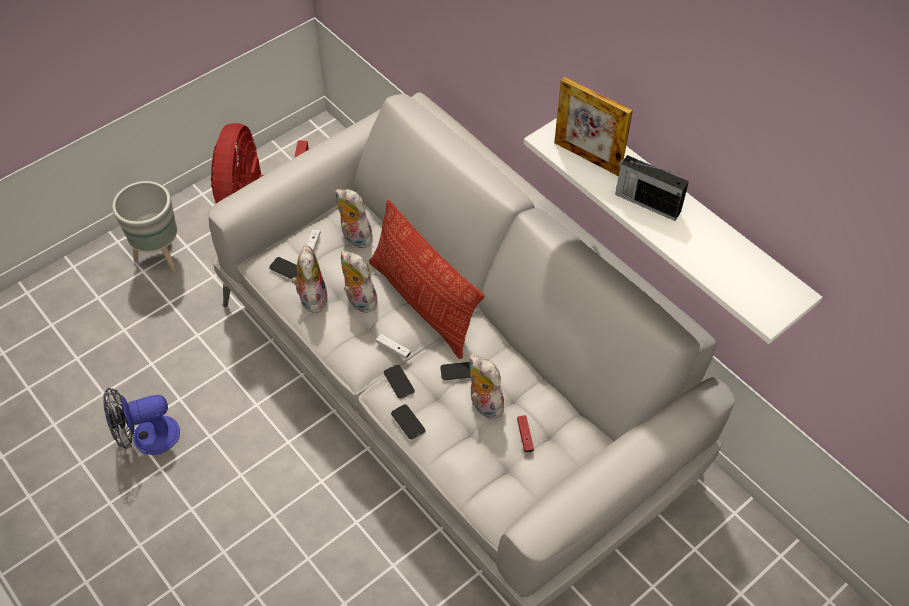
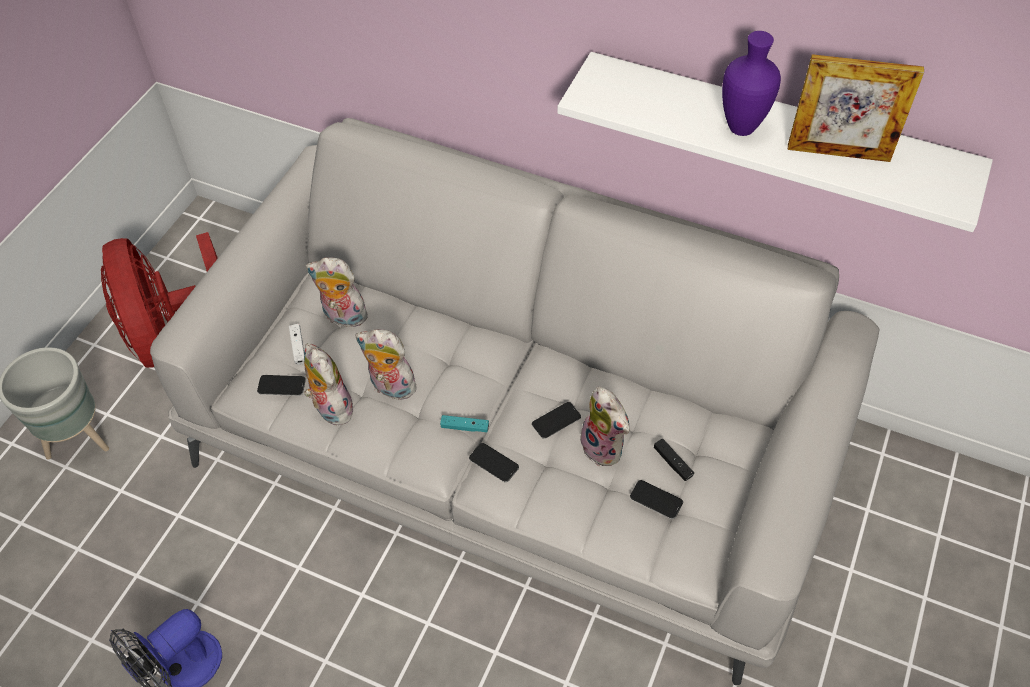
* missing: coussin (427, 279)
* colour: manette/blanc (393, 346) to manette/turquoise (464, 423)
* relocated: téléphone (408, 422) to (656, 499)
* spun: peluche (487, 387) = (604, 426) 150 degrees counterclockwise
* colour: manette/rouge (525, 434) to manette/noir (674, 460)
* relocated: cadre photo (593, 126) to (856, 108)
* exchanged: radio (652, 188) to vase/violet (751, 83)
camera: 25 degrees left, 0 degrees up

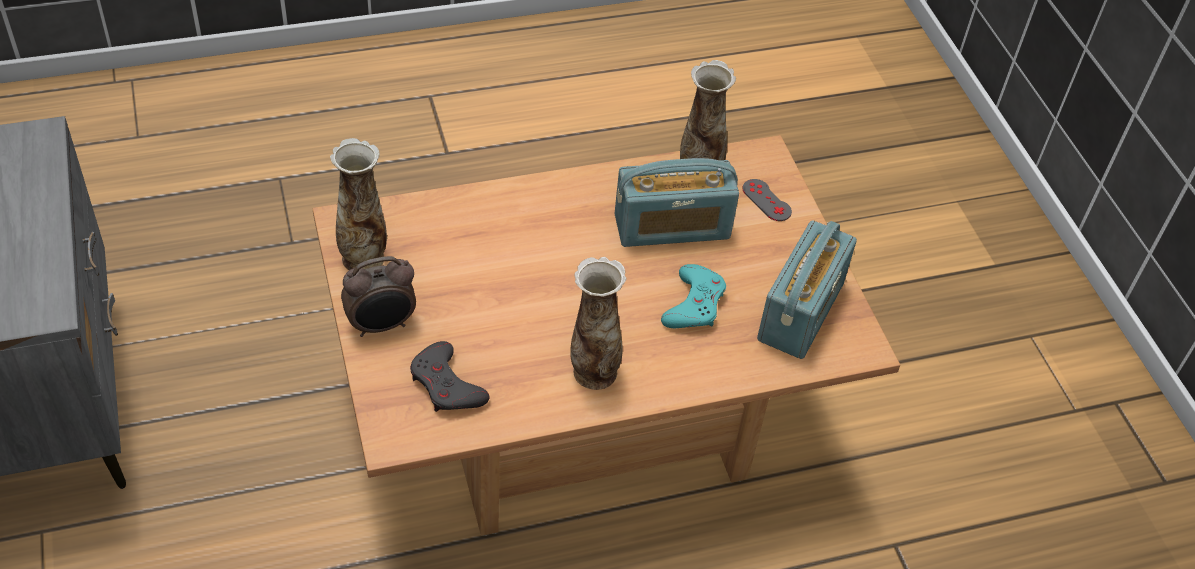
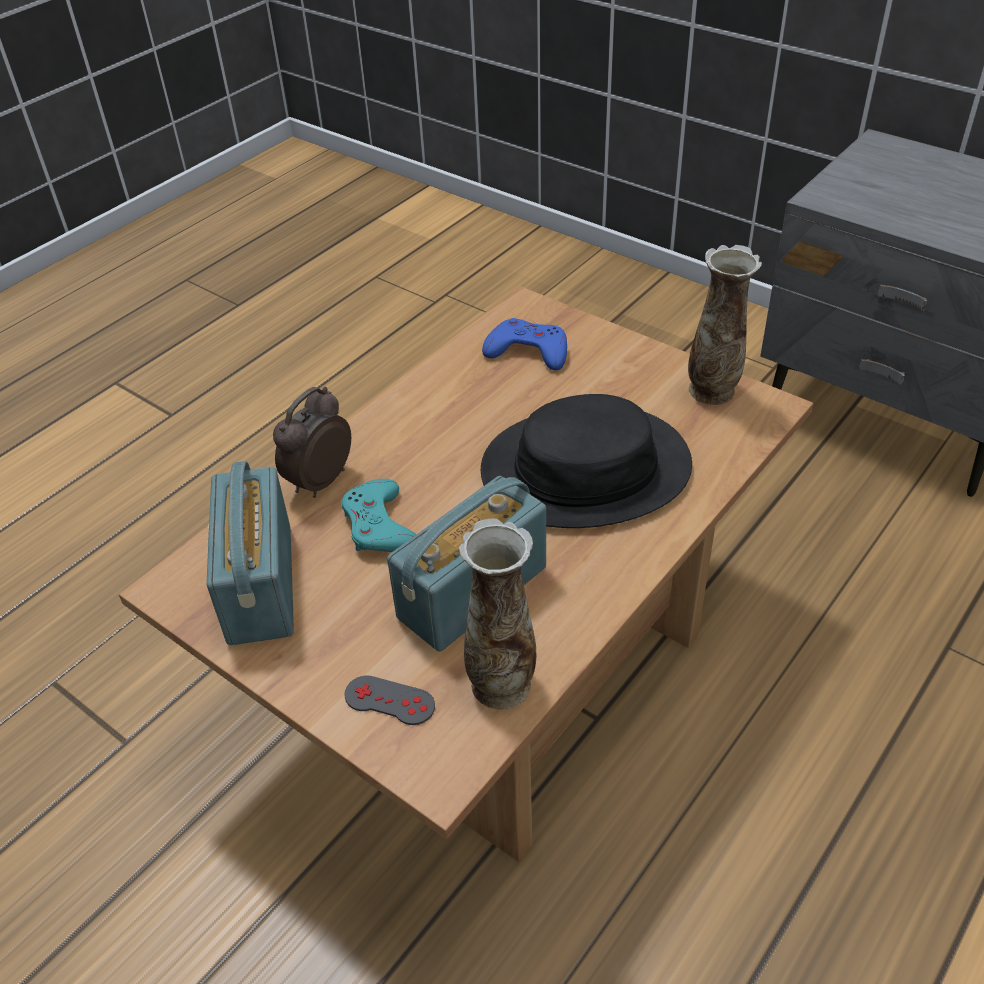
* relocated: réveil (378, 296) to (312, 442)
* colour: manette/gris (450, 376) to manette/bleu (524, 344)
* missing: vase (598, 323)
* appeared: chapeau/noir (586, 461)
camera: 150 degrees right, 5 degrees down

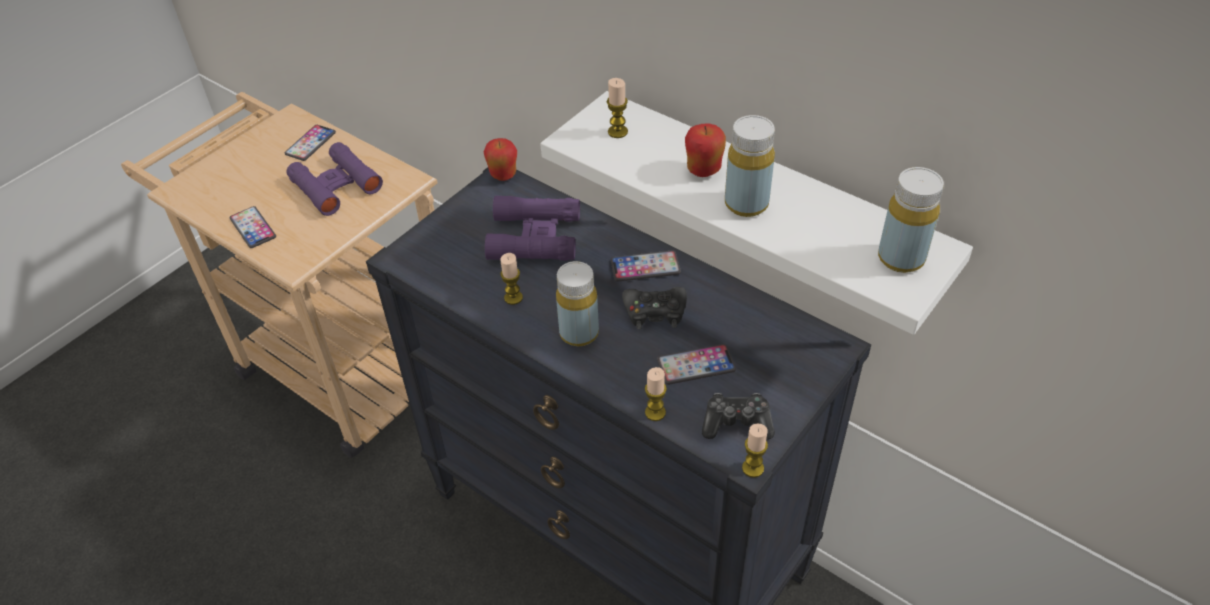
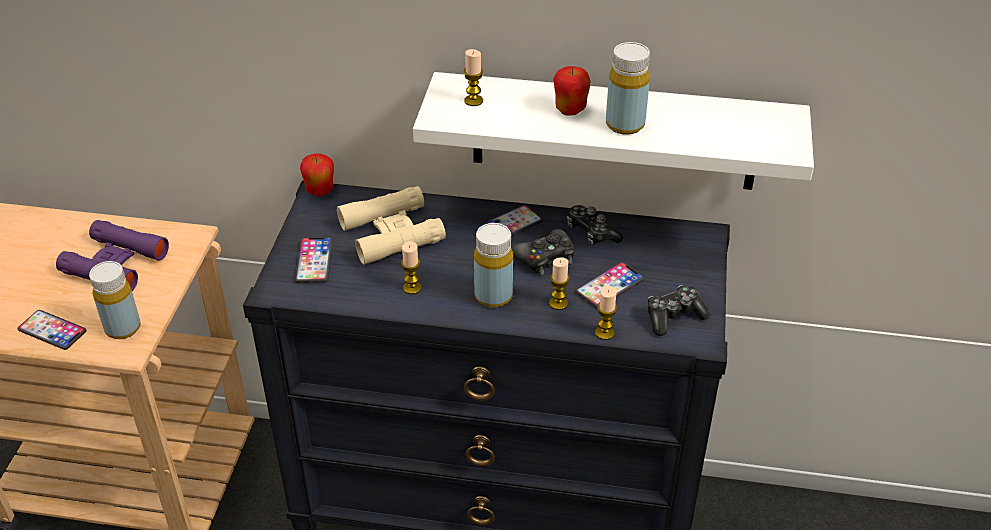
* relocated: téléphone (310, 143) to (314, 260)
* colour: jumelles/violet (532, 228) to jumelles/beige (391, 225)
* relocated: bougie (755, 451) to (559, 283)
* relocated: bouteille/jaune (911, 220) to (115, 300)
* appeared: manette (595, 225)
camera: 30 degrees left, 5 degrees down

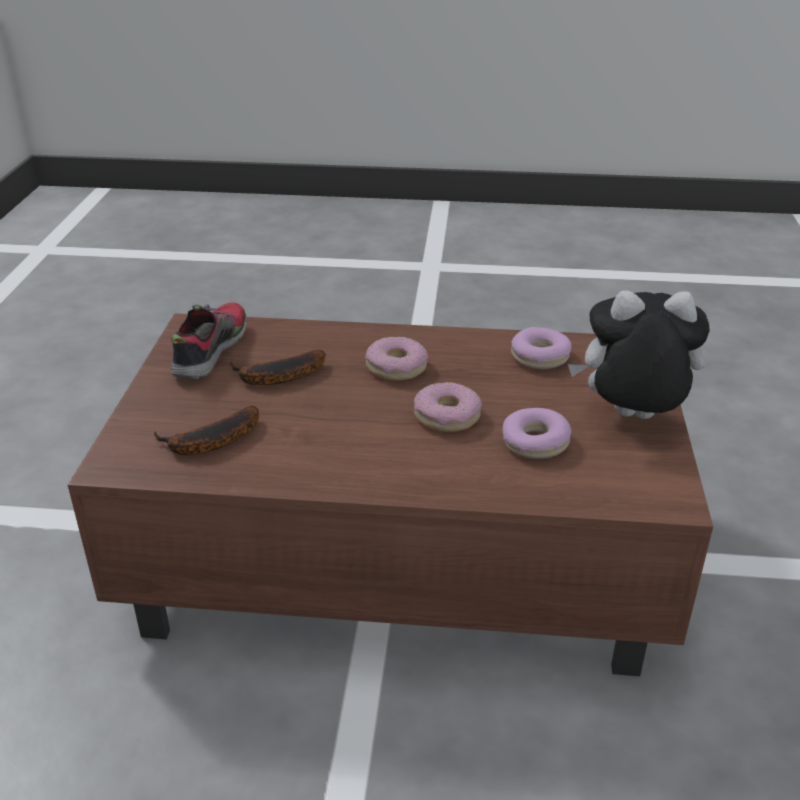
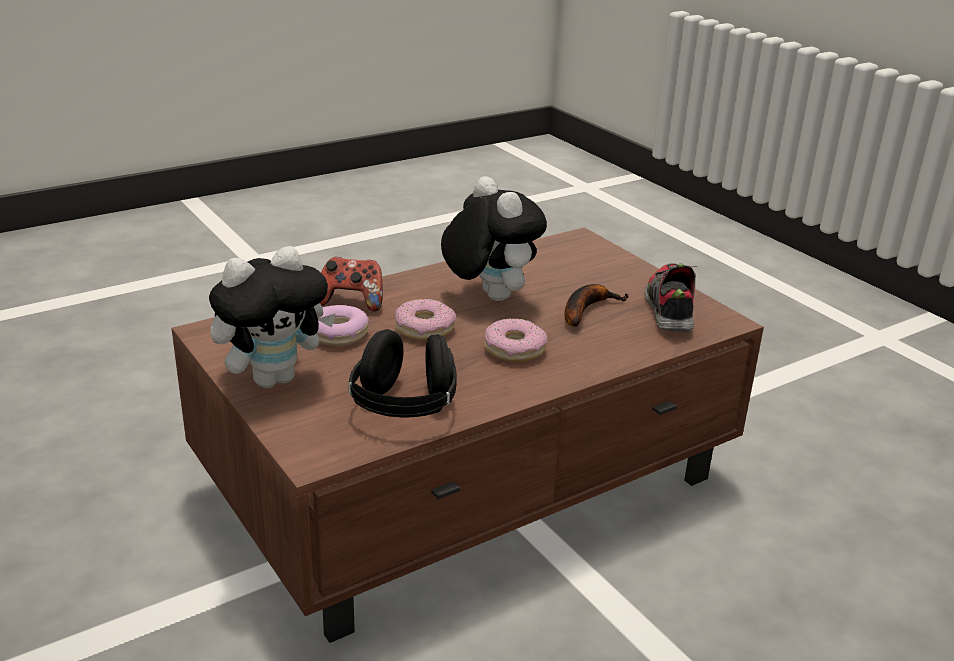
* missing: banane (206, 430)
* spun: chaussure (209, 341) = (671, 297) 150 degrees counterclockwise
* exchanged: beignet (541, 348) to casque audio/noir (403, 373)
* appeared: manette (351, 284)
* appeared: peluche (494, 238)
camera: 140 degrees right, 5 degrees down

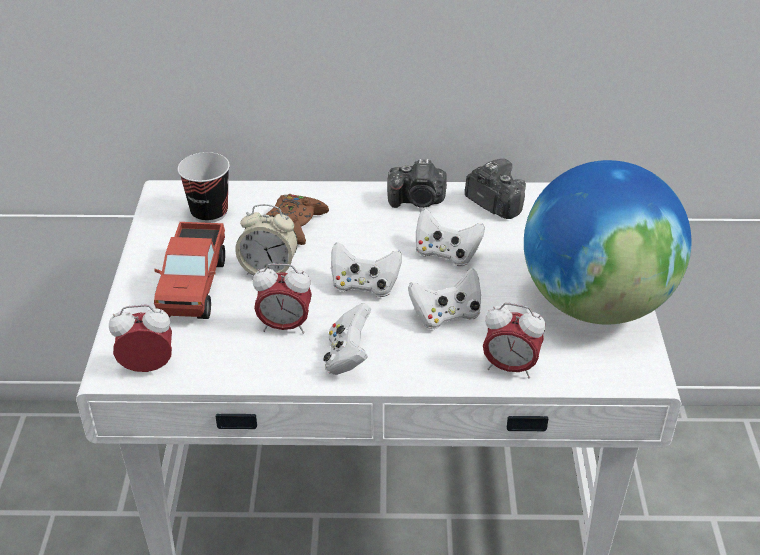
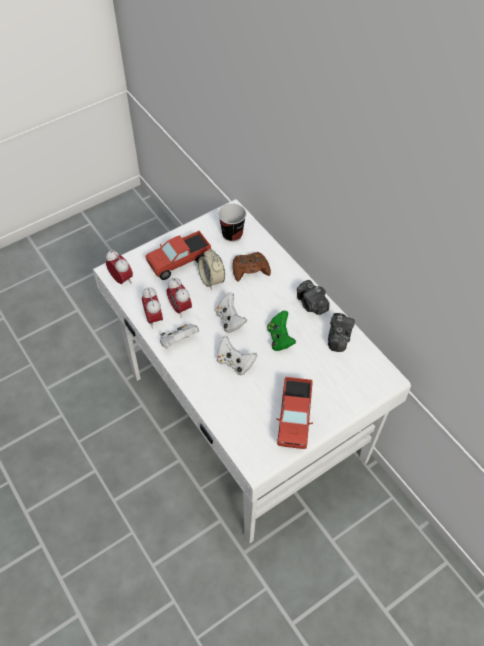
* colour: manette/blanc (450, 237) to manette/vert (281, 331)
* relocated: réveil (514, 341) to (152, 308)
* exchanged: globe (608, 242) to camion jouet (294, 413)
camera: 55 degrees right, 15 degrees up

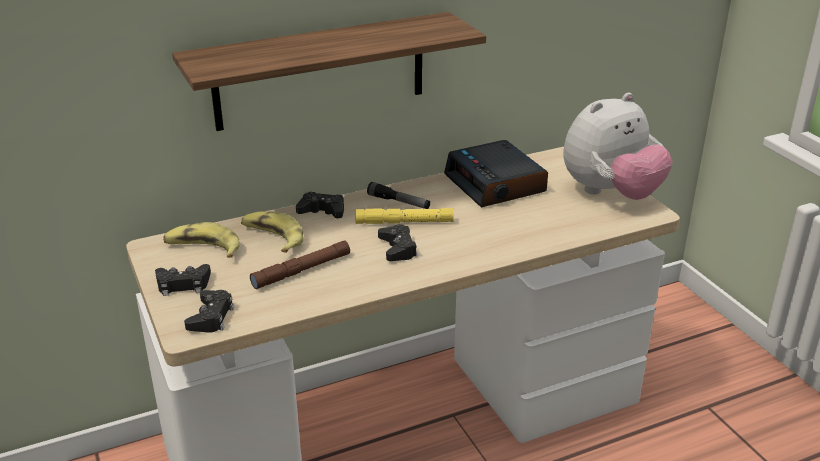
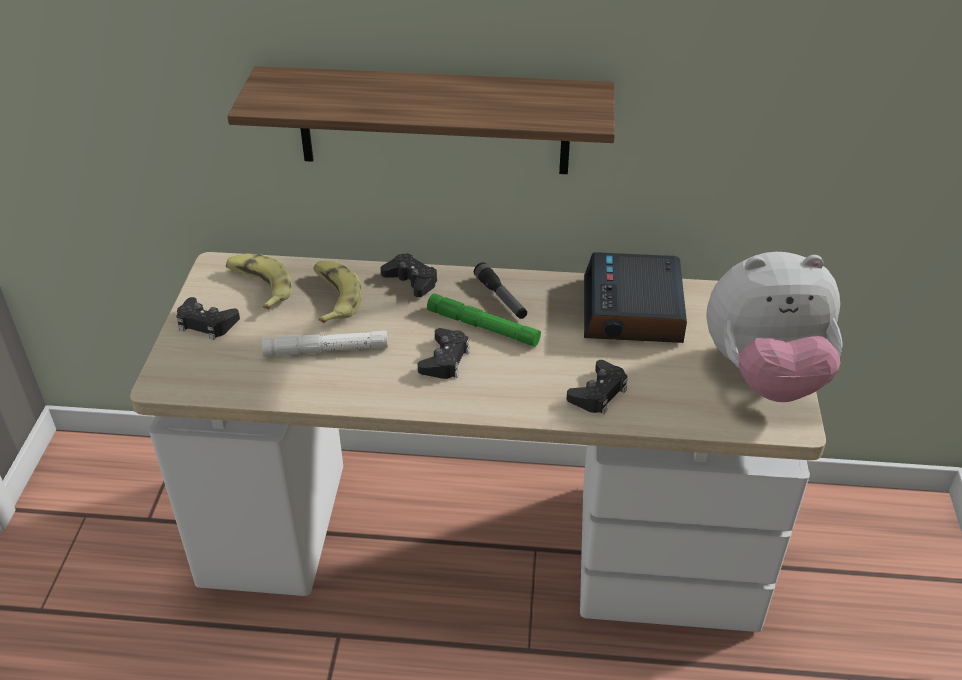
* relocated: manette/noir (209, 311) to (597, 387)
* colour: lampe de poche/marron (300, 264) to lampe de poche/blanc (325, 344)
* colour: lampe de poche/jaune (404, 216) to lampe de poche/vert (484, 320)
camera: 30 degrees right, 10 degrees up

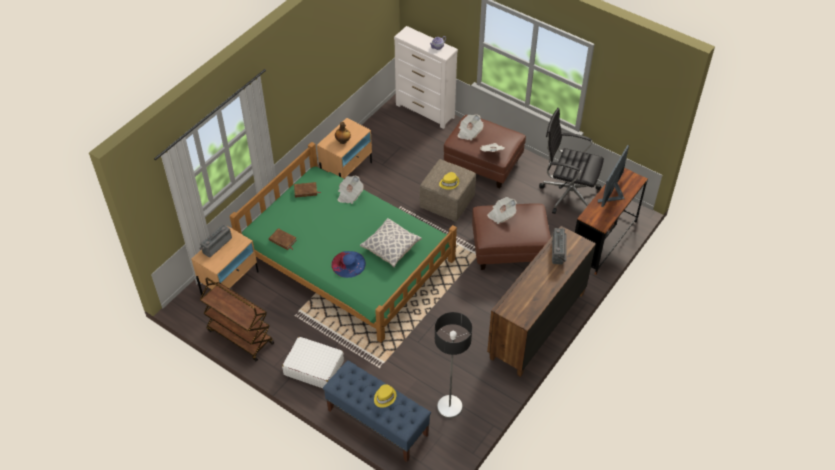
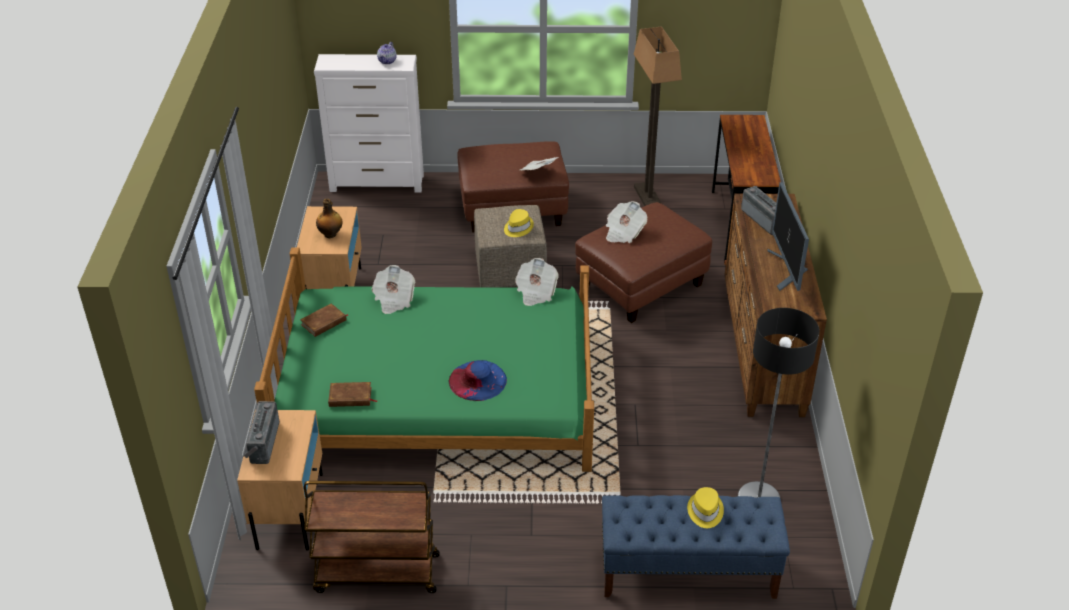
* missing: valise/blanc (313, 362)
* missing: coussin (391, 242)
* relocated: journal (471, 127) to (537, 282)
* exchanged: chaise de bureau/noir (571, 161) to lampadaire (658, 116)
* relocated: écran d'ordinateur (613, 176) to (788, 236)
camera: 35 degrees left, 10 degrees down

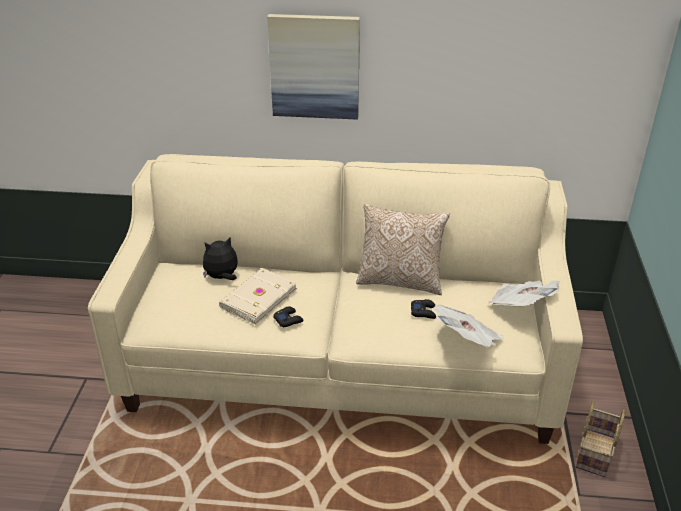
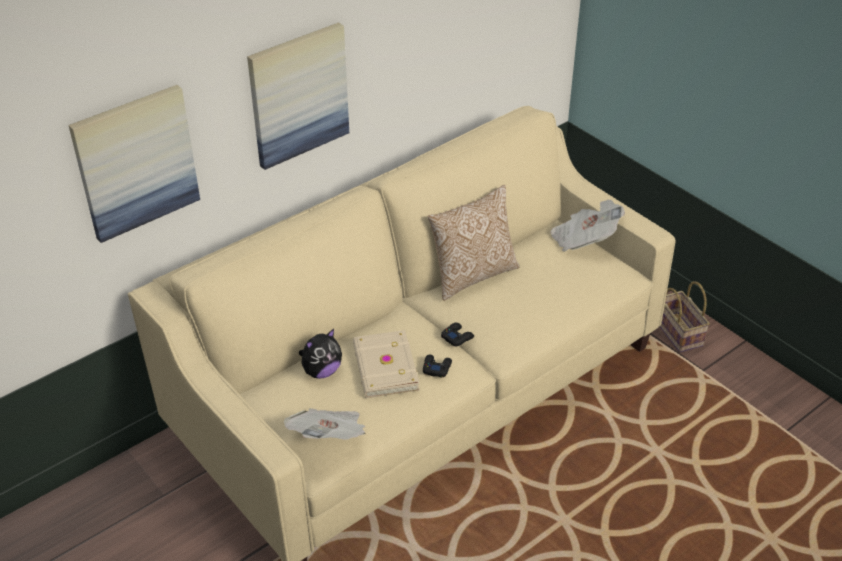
* spun: peluche (220, 258) = (320, 354) 150 degrees counterclockwise
* relocated: manette/noir (423, 309) to (457, 335)
* relocated: journal (468, 326) to (324, 424)
* appeared: tableau (134, 164)
camera: 45 degrees left, 5 degrees up

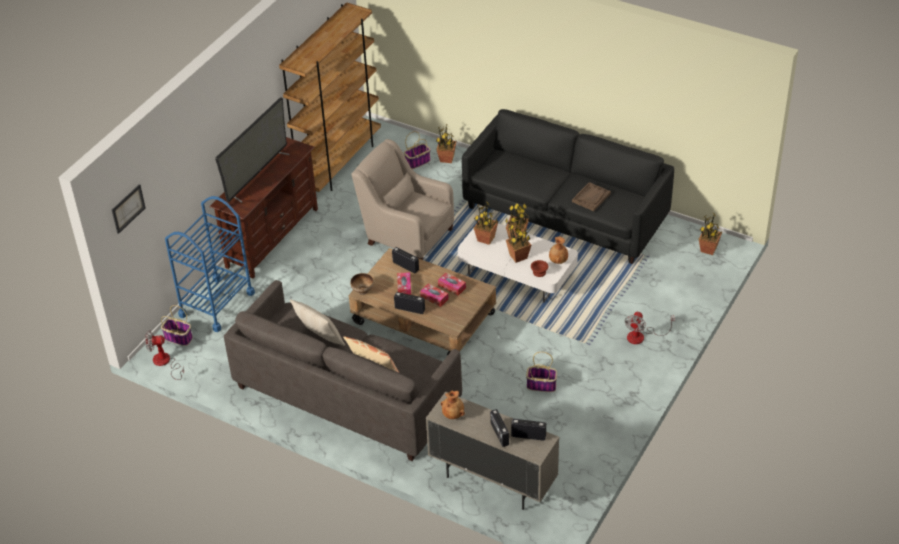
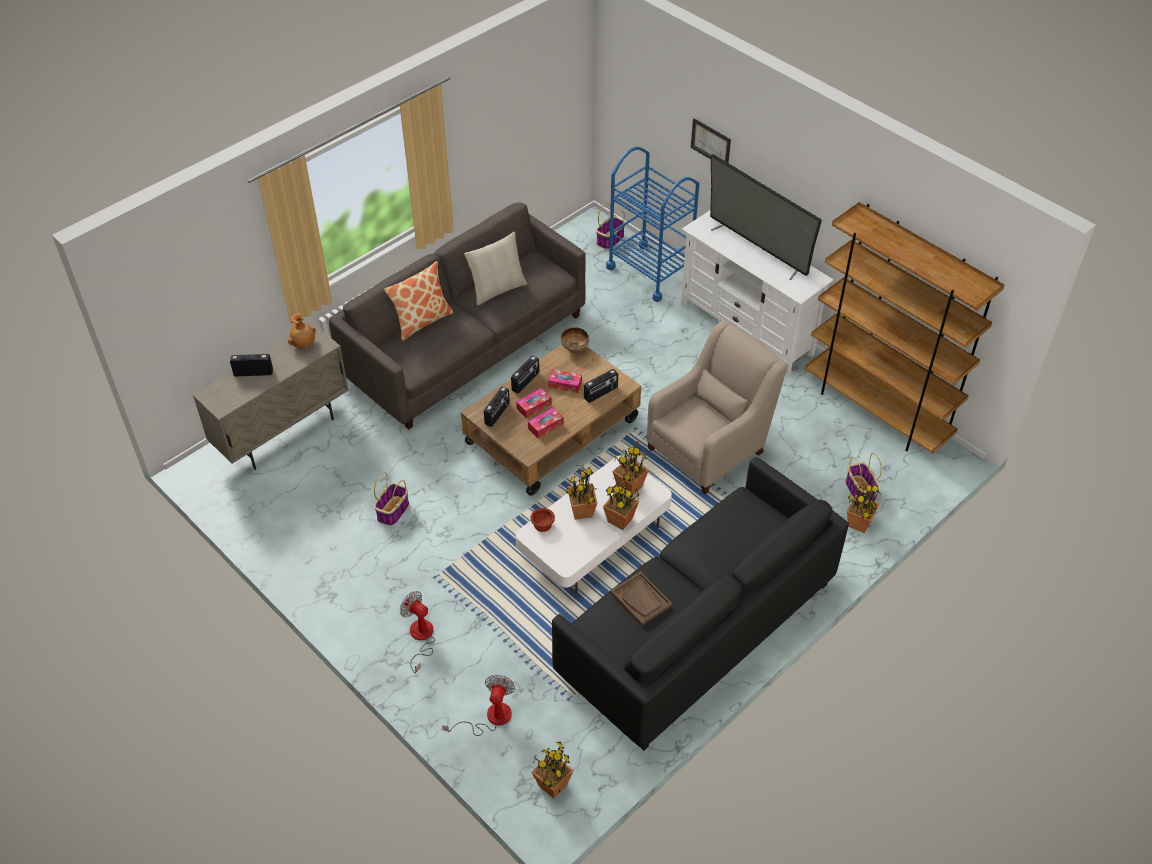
* relocated: tableau (129, 209) to (711, 140)
* relocated: ventilateur (164, 355) to (479, 705)
* colour: meuble télé/marron (264, 207) to meuble télé/blanc (757, 293)
* relocated: radio (528, 430) to (497, 406)
* missing: vase/marron (558, 250)
camera: 105 degrees right, 5 degrees up

